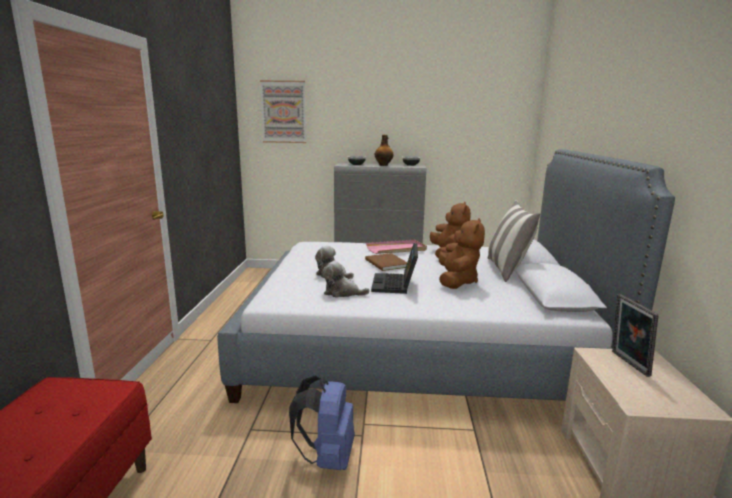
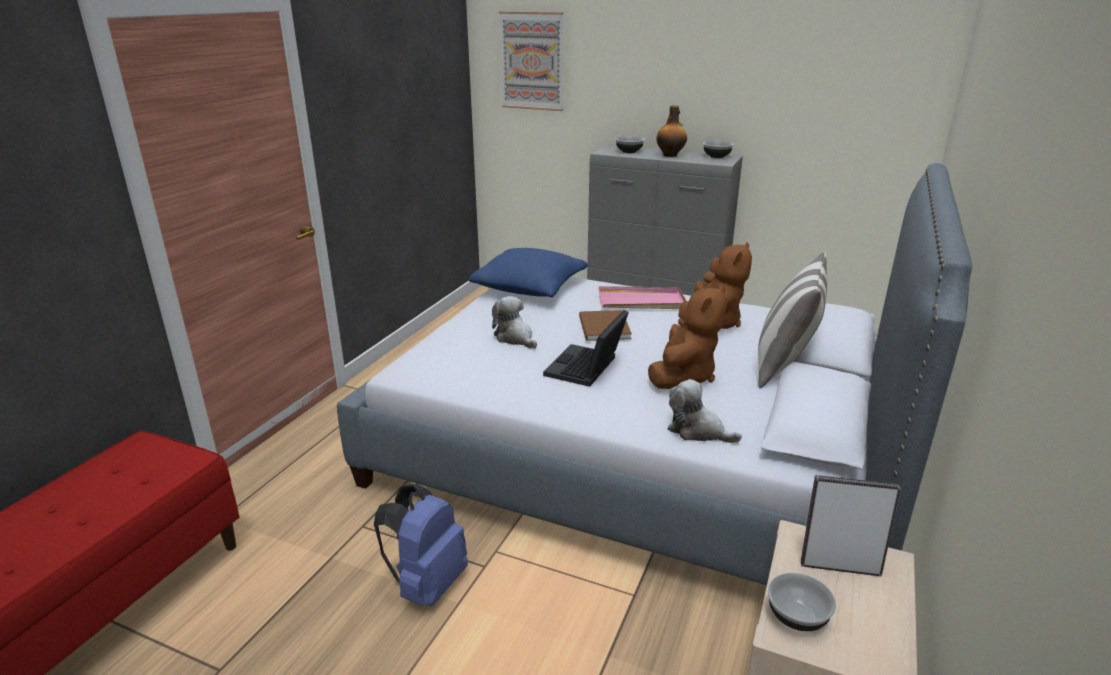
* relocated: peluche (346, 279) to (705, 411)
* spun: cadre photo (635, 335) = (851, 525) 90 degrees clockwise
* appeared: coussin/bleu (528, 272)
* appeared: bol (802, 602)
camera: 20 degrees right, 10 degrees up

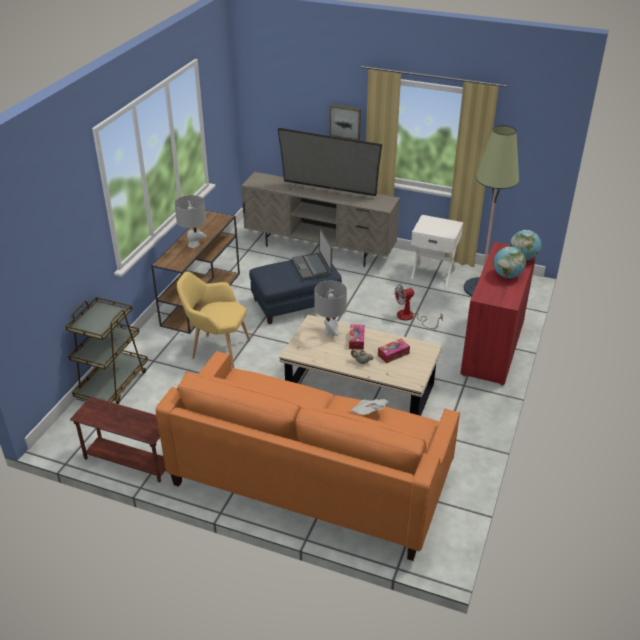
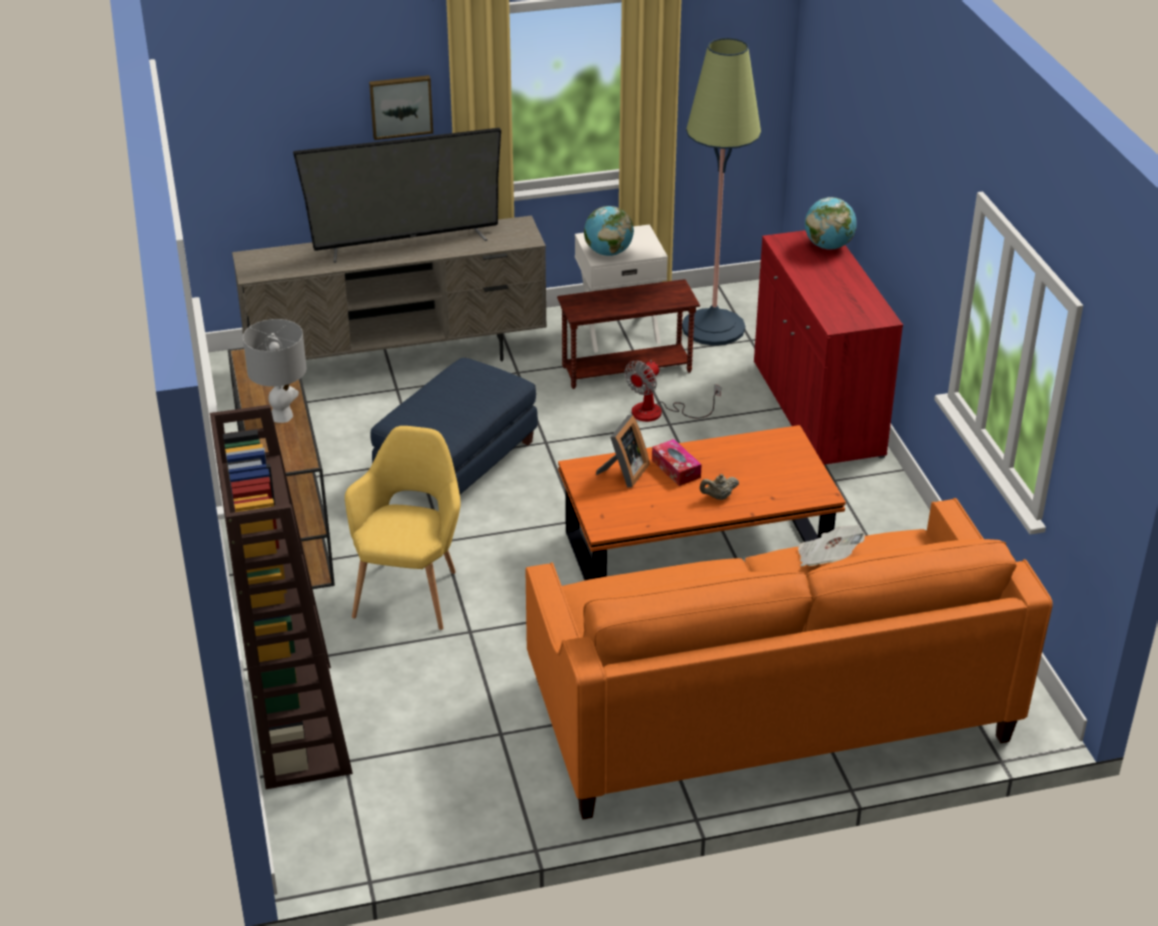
* exchanged: chariot/marron (106, 350) to bibliothèque/marron (281, 597)
* relocated: table d'appoint/marron (118, 440) to (628, 334)
* spun: fauteuil/jaune (213, 320) = (403, 528) 120 degrees clockwise
* colour: table basse/beige (361, 365) to table basse/orange (702, 502)
* missing: ordinateur portable (312, 253)
* exchanged: lampe de table/gris (330, 308) to cadre photo (622, 451)
* missing: boîte à mouchoirs (394, 351)
* relocated: globe (509, 262) to (609, 231)
camera: 35 degrees left, 0 degrees up

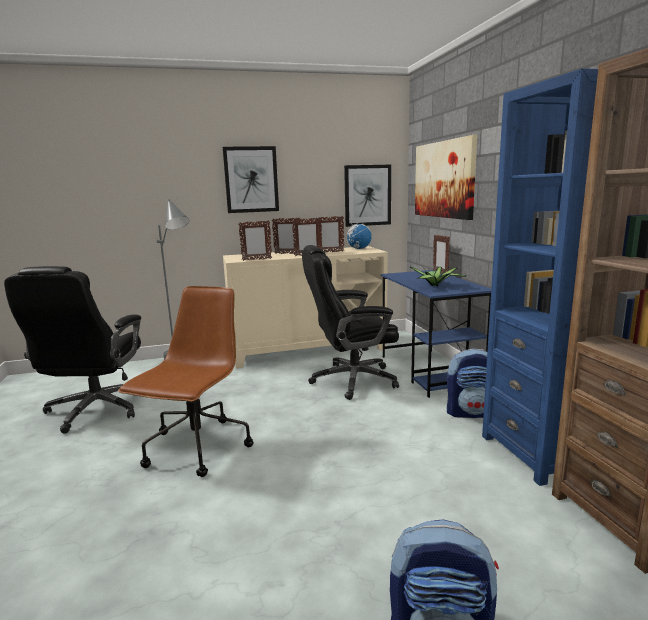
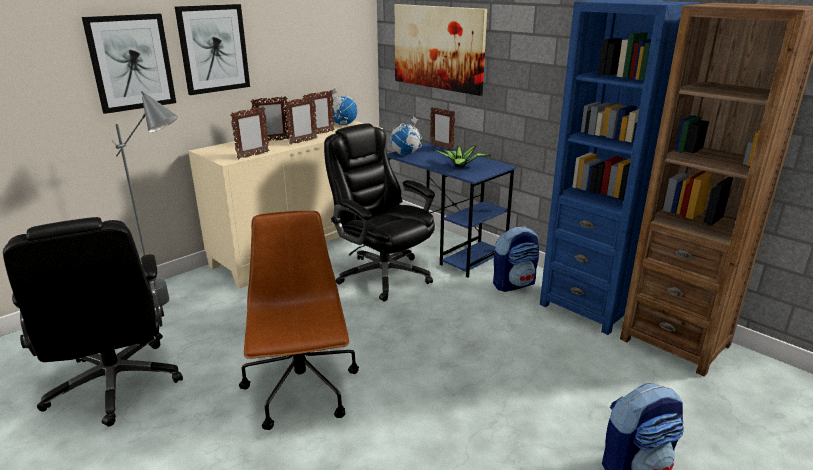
* spun: chaise de bureau/noir (350, 322) = (379, 212) 90 degrees clockwise
* relocated: tableau (367, 196) to (129, 64)
* appeared: globe (406, 135)
camera: 30 degrees left, 10 degrees up

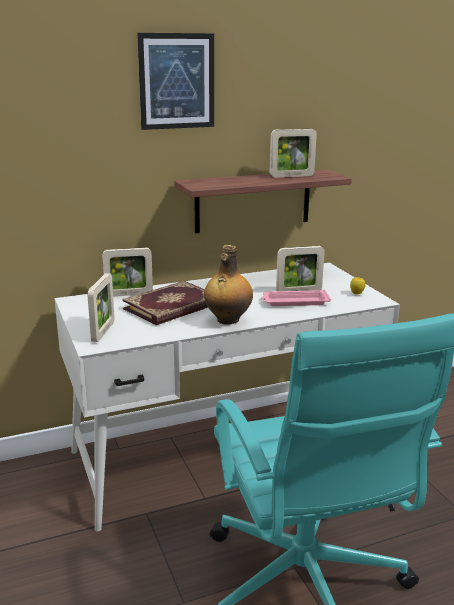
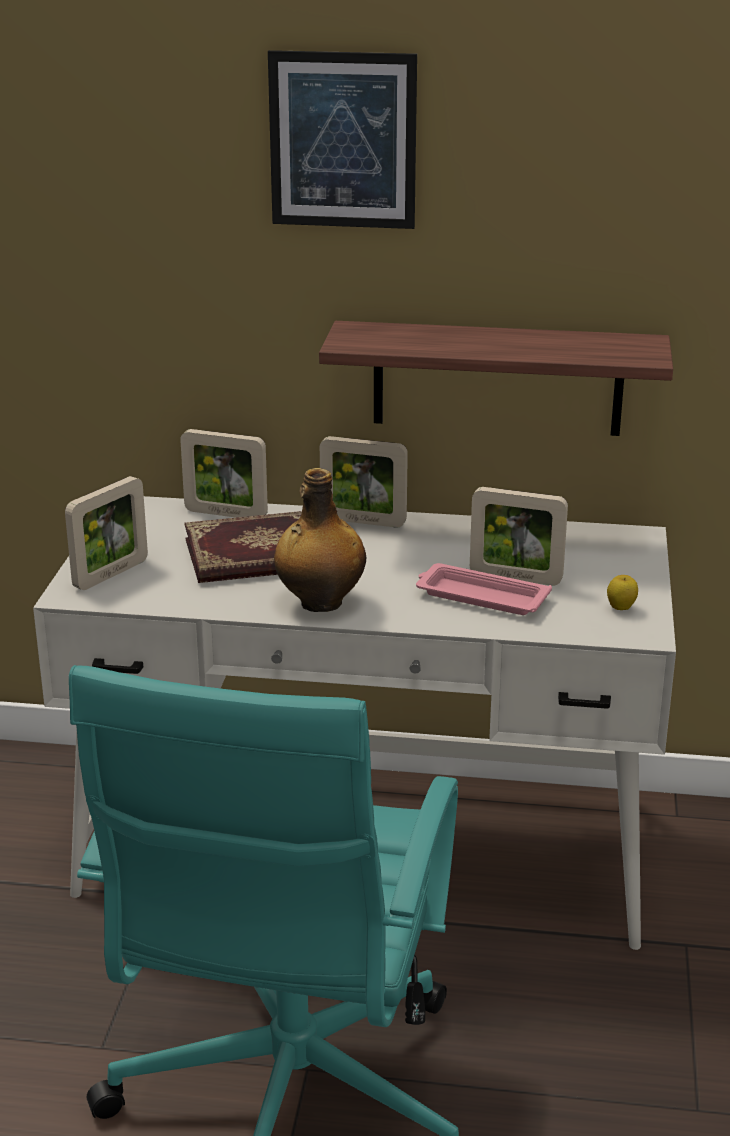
* relocated: cadre photo (293, 153) to (364, 482)
camera: 30 degrees right, 5 degrees up

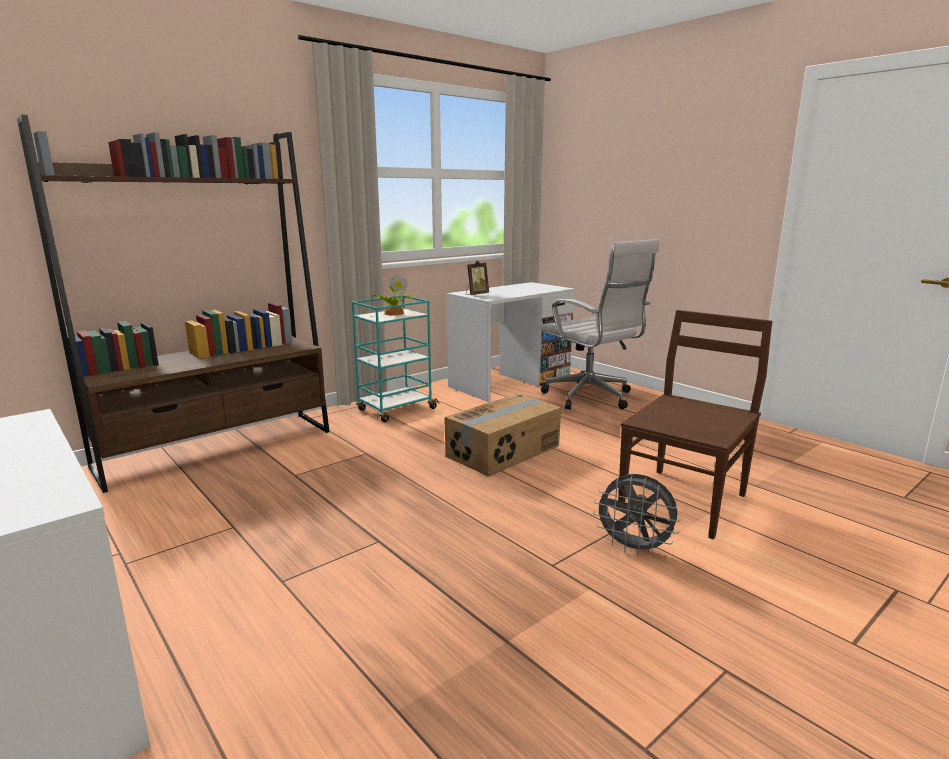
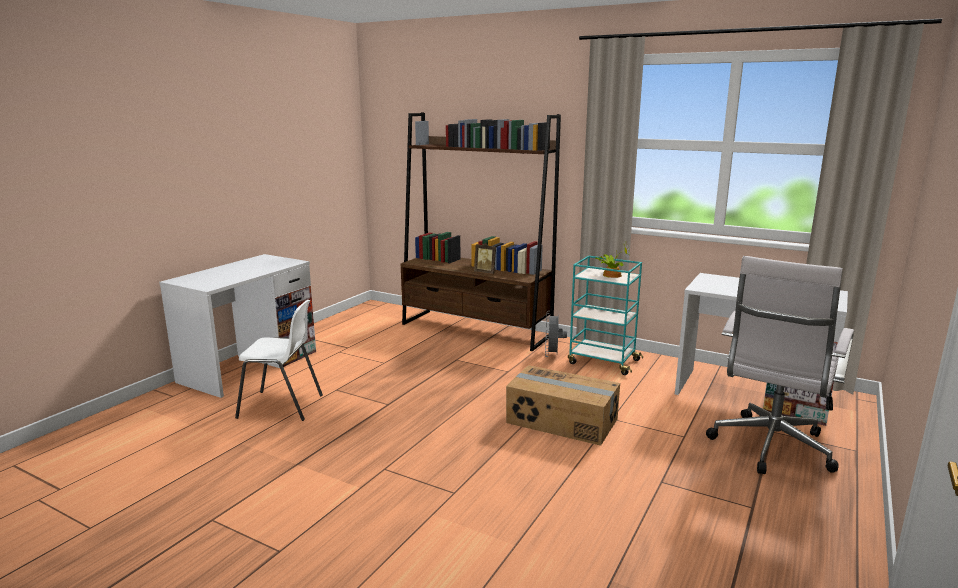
* relocated: cadre photo (477, 277) to (485, 258)
* relocated: ventilateur/gris (637, 515) to (556, 334)
* missing: chaise/marron (695, 424)
* appeared: chaise/blanc (279, 360)
camera: 70 degrees right, 0 degrees up

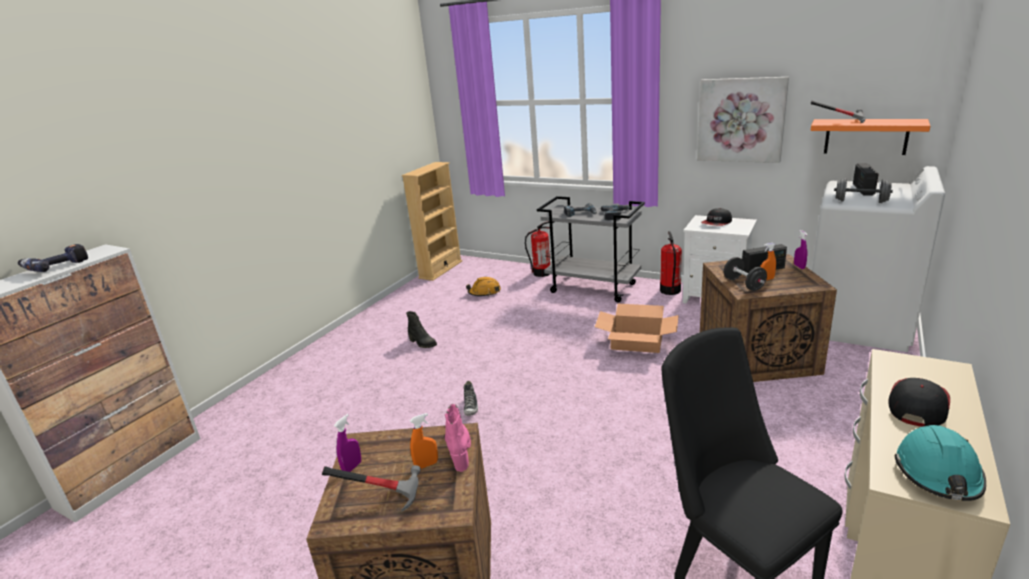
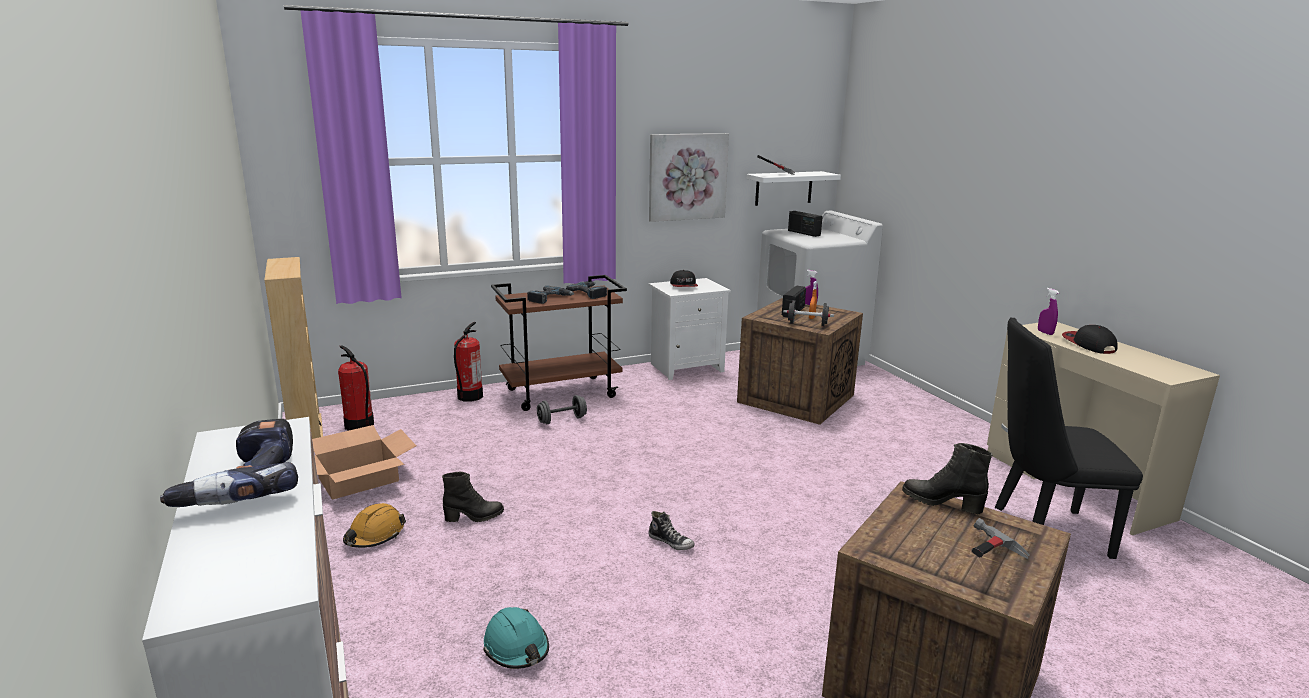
* relocated: vaporisateur/violet (347, 443) to (1048, 311)
* missing: vaporisateur/orange (424, 441)
* colour: botte/rose (458, 438) to botte/noir (947, 478)
* relocated: casque de chantier/orange (483, 287) to (374, 525)
* colour: chariot/gris (591, 249) to chariot/marron (559, 343)
* relocated: carton (637, 328) to (364, 462)
* relocated: extincteur (671, 263) to (356, 388)
* colour: étagère/orange (870, 137) to étagère/blanc (794, 188)
* relocated: haltère/gris (863, 190) to (562, 409)
* relocated: casque de chantier/turquoise (940, 463) to (516, 638)
camera: 55 degrees left, 5 degrees down

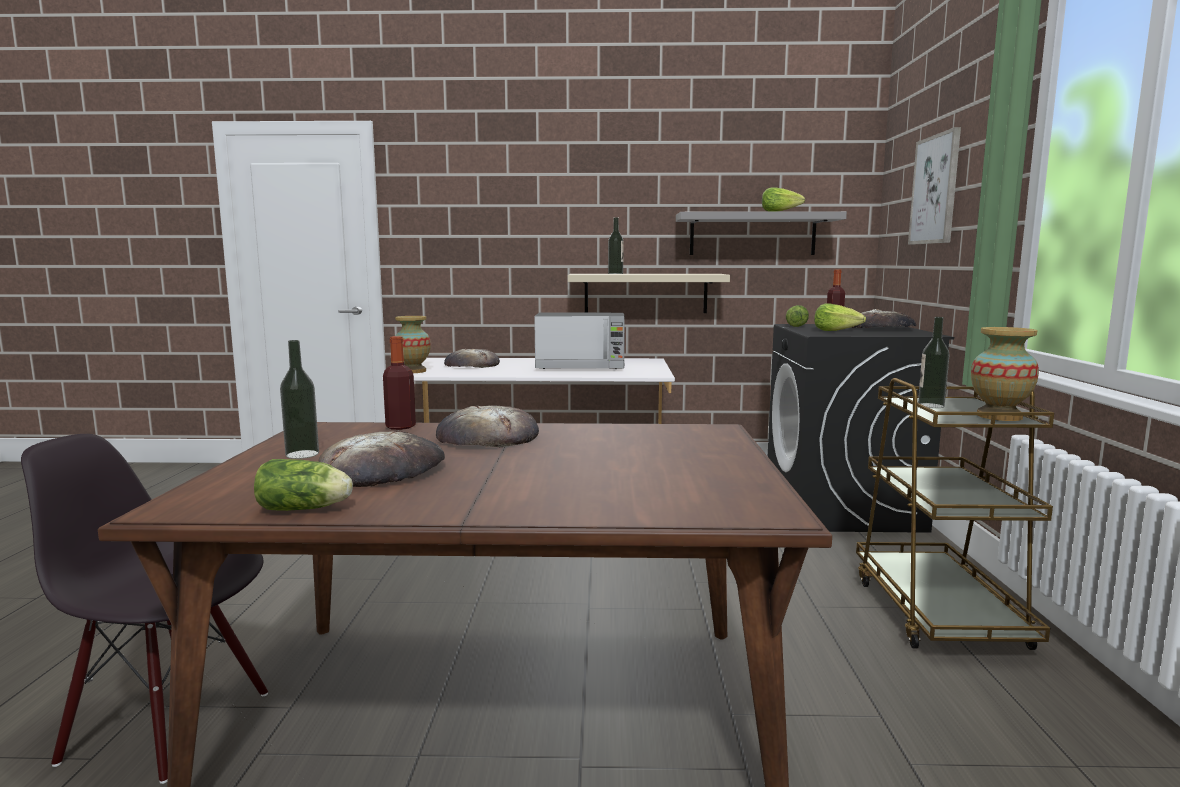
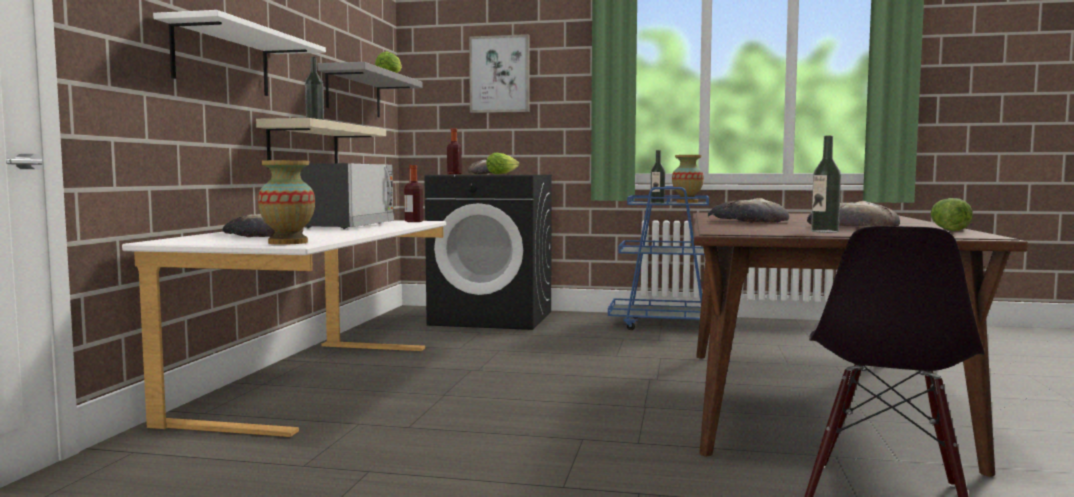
* relocated: bouteille (399, 383) to (413, 193)
* missing: laitue (797, 316)
* colour: chariot/marron (955, 514) to chariot/bleu (658, 258)
* appeared: étagère/blanc (239, 53)
camera: 80 degrees left, 5 degrees down

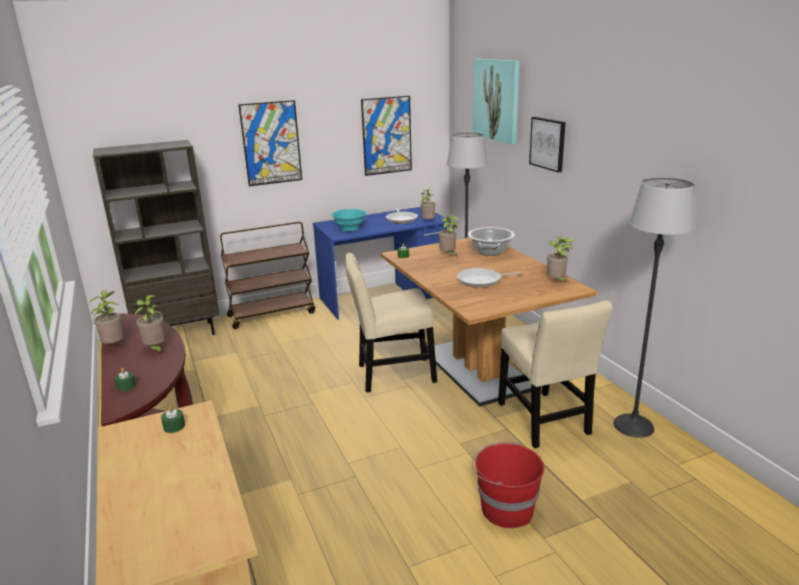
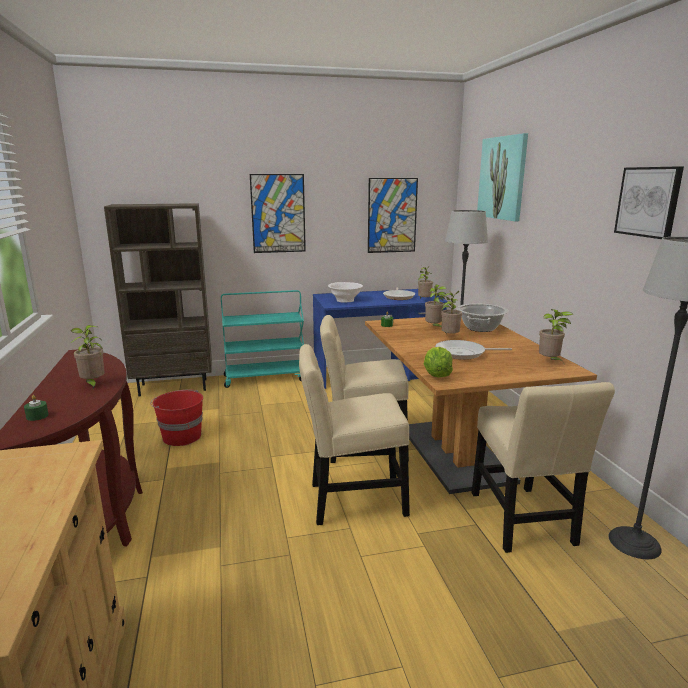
* relocated: plante en pot (106, 317) to (451, 312)
* missing: bougie/vert (173, 419)
* colour: chariot/marron (267, 275) to chariot/turquoise (262, 339)
* colour: bol/turquoise (349, 220) to bol/blanc (345, 292)
* relocated: seau/rouge (508, 485) to (176, 417)
* relocated: tableau (547, 145) to (649, 202)
* appeared: chaise/beige (354, 434)
* appeared: laitue (438, 362)
camera: 10 degrees right, 5 degrees down

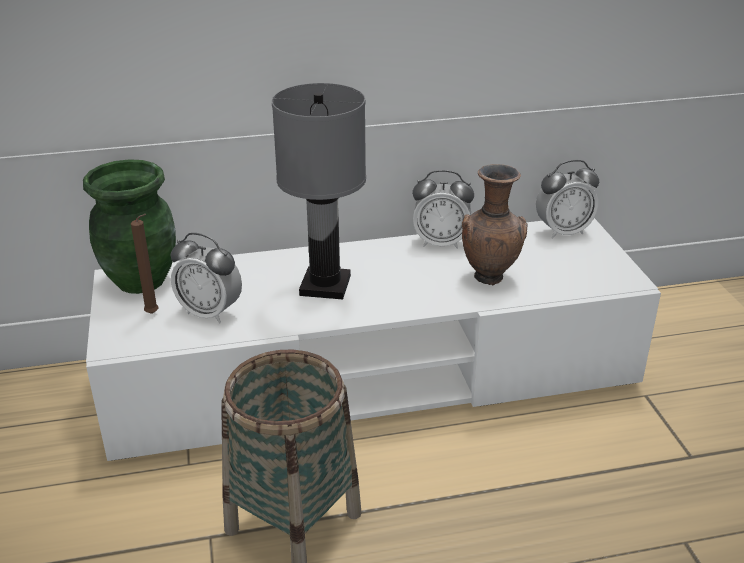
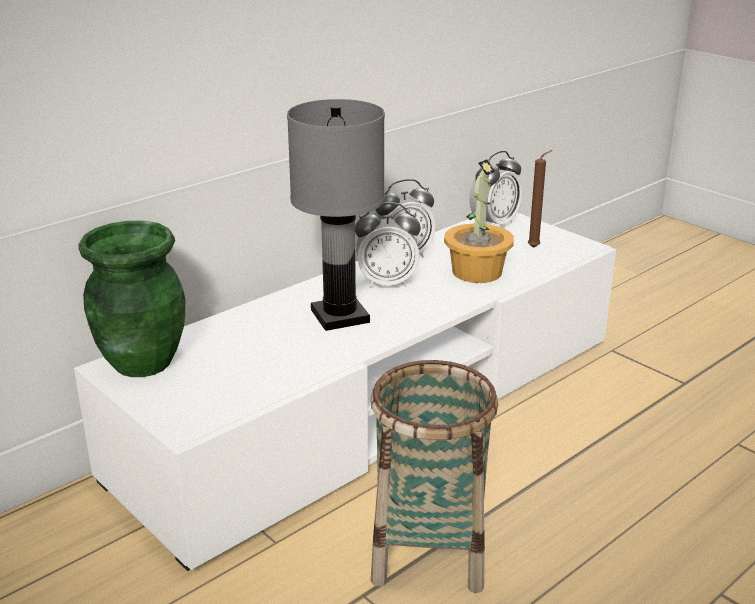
* relocated: bougie/marron (145, 264) to (540, 199)
* relocated: réveil (206, 278) to (388, 245)
* exchanged: vase/marron (494, 225) to plante en pot (479, 221)
camera: 30 degrees left, 5 degrees down

